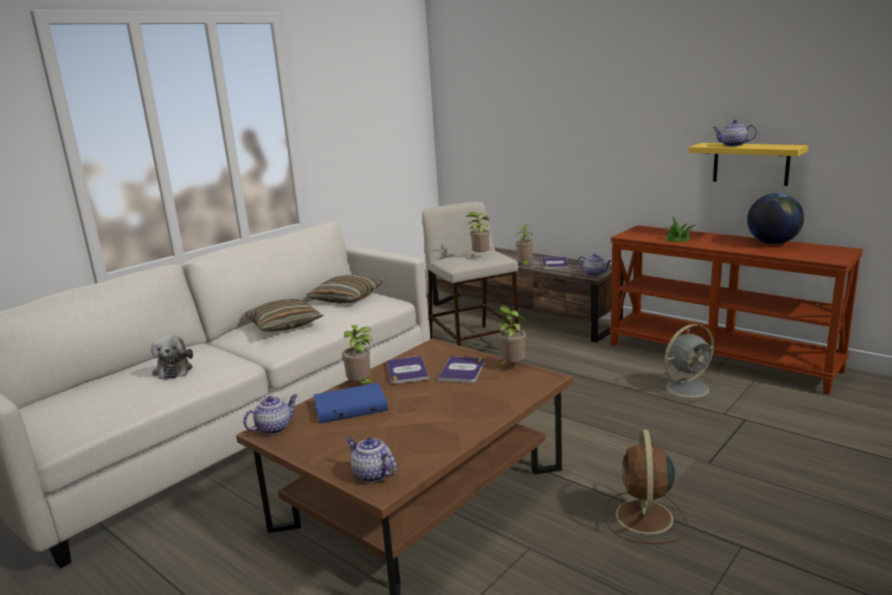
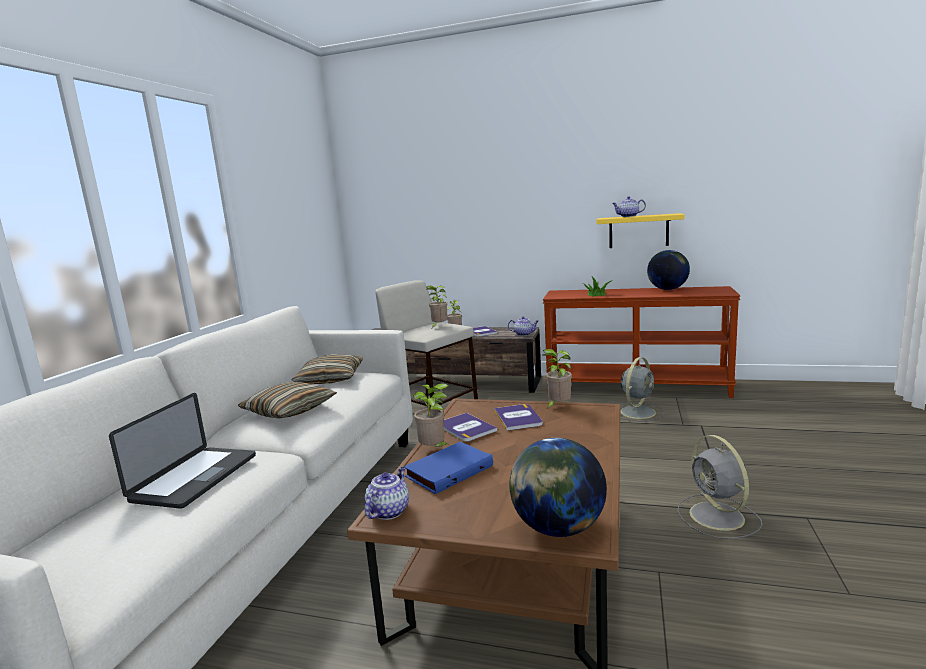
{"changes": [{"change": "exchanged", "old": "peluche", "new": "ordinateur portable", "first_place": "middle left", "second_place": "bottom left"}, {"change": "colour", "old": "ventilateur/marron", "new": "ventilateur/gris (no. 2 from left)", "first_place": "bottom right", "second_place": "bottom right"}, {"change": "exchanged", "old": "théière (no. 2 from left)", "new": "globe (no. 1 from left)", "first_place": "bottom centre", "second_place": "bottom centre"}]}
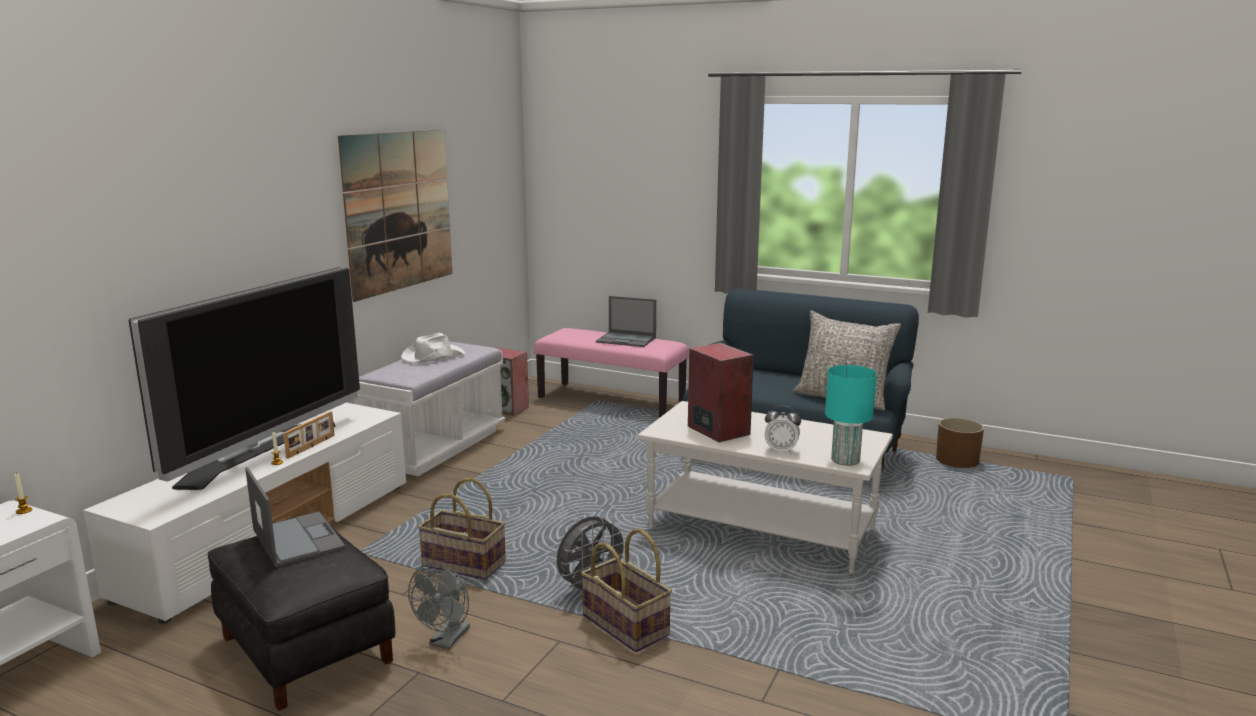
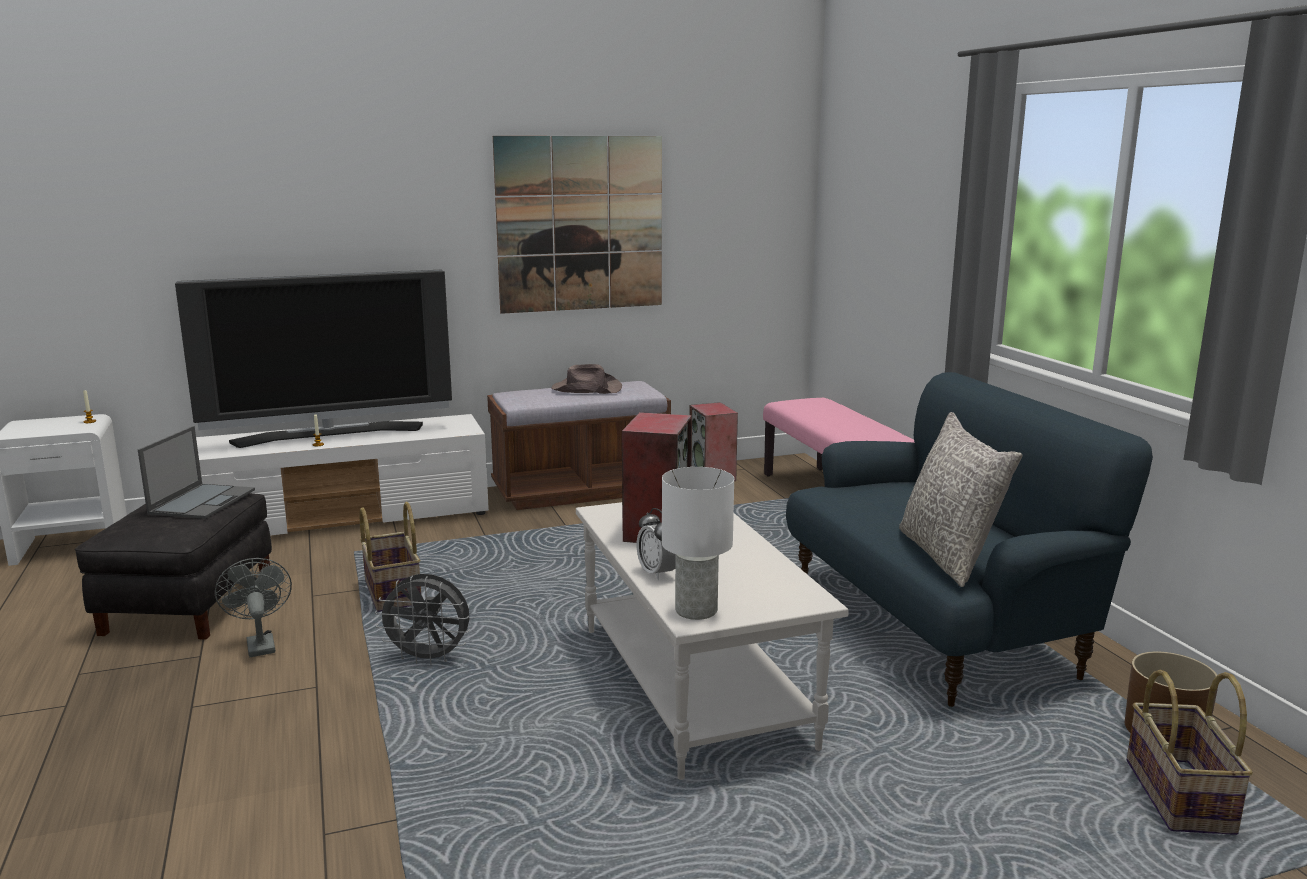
{"changes": [{"change": "missing", "old": "ordinateur portable (no. 2 from left)", "first_place": "centre"}, {"change": "colour", "old": "chapeau/blanc", "new": "chapeau/marron", "first_place": "centre", "second_place": "centre"}, {"change": "colour", "old": "banc/blanc", "new": "banc/marron", "first_place": "centre", "second_place": "centre"}, {"change": "colour", "old": "lampe de table/turquoise", "new": "lampe de table/blanc", "first_place": "middle right", "second_place": "centre"}, {"change": "missing", "old": "cadre photo", "first_place": "middle left"}, {"change": "relocated", "old": "panier (no. 2 from left)", "first_place": "bottom centre", "second_place": "bottom right"}, {"change": "spun", "old": "ventilateur/gris (no. 1 from left)", "first_place": "bottom centre", "second_place": "bottom left", "degrees": 90}]}
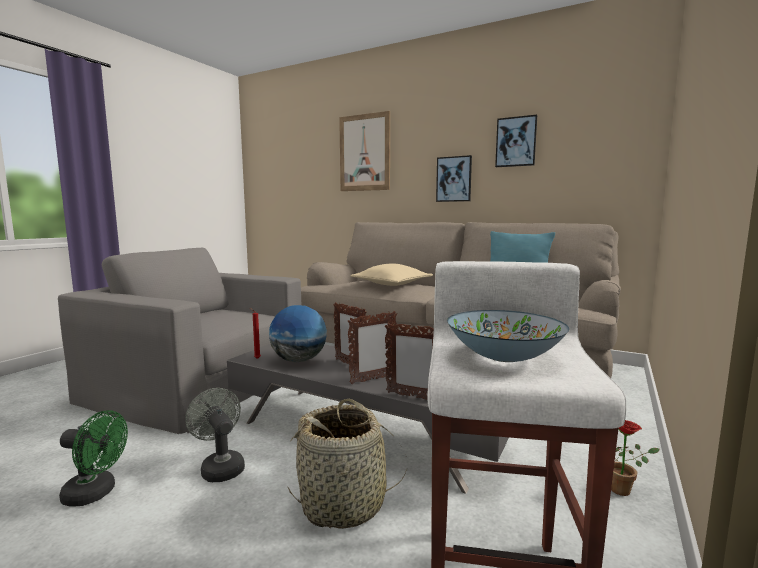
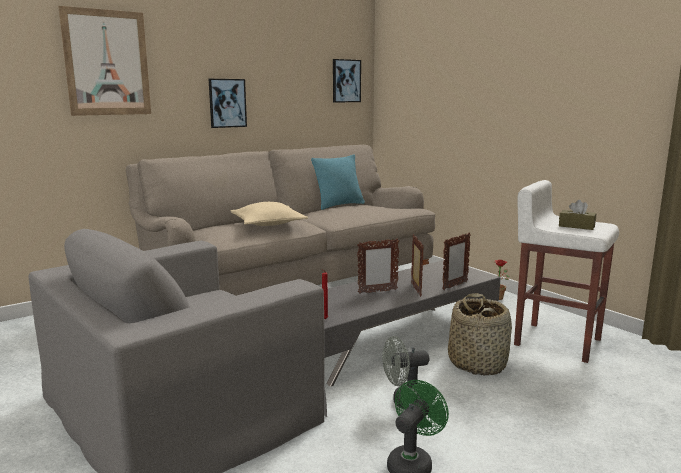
{"changes": [{"change": "relocated", "old": "tableau (no. 3 from left)", "first_place": "top right", "second_place": "top centre"}, {"change": "missing", "old": "globe", "first_place": "centre"}, {"change": "exchanged", "old": "bol", "new": "boîte à mouchoirs/marron", "first_place": "middle right", "second_place": "middle right"}]}
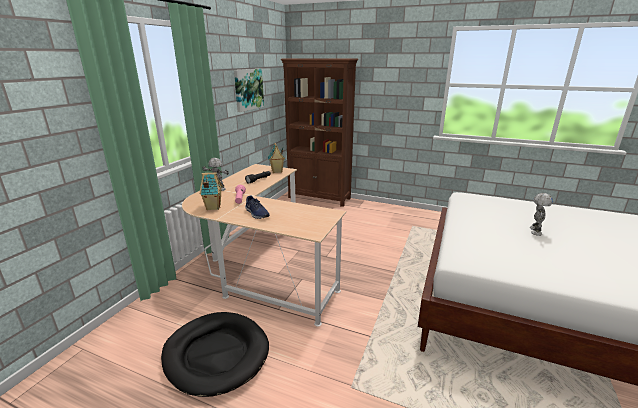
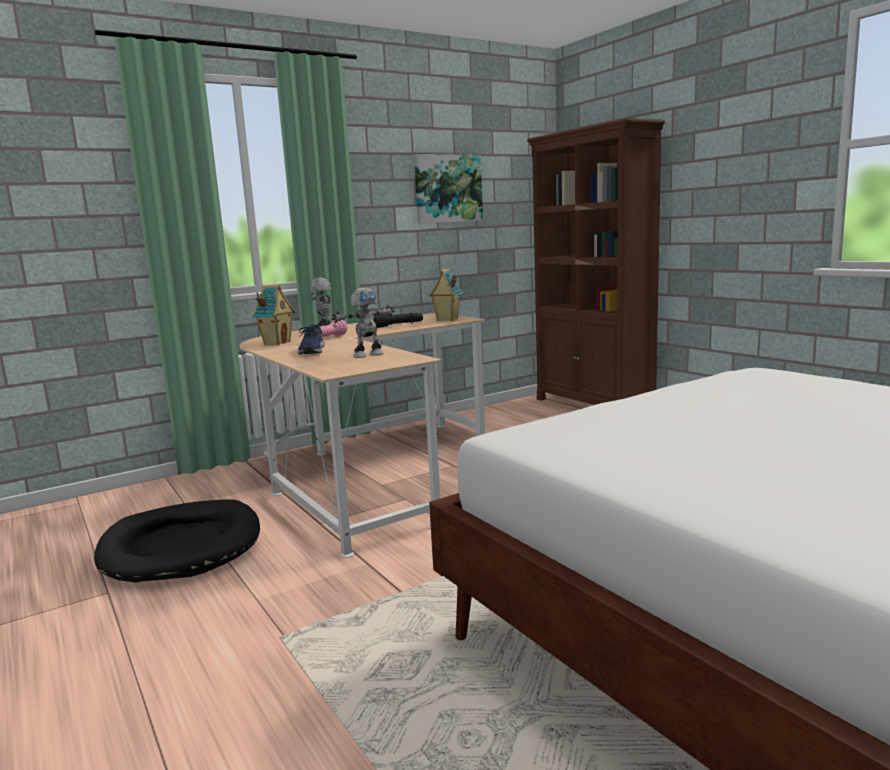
{"changes": [{"change": "relocated", "old": "robot jouet (no. 2 from left)", "first_place": "middle right", "second_place": "centre"}]}
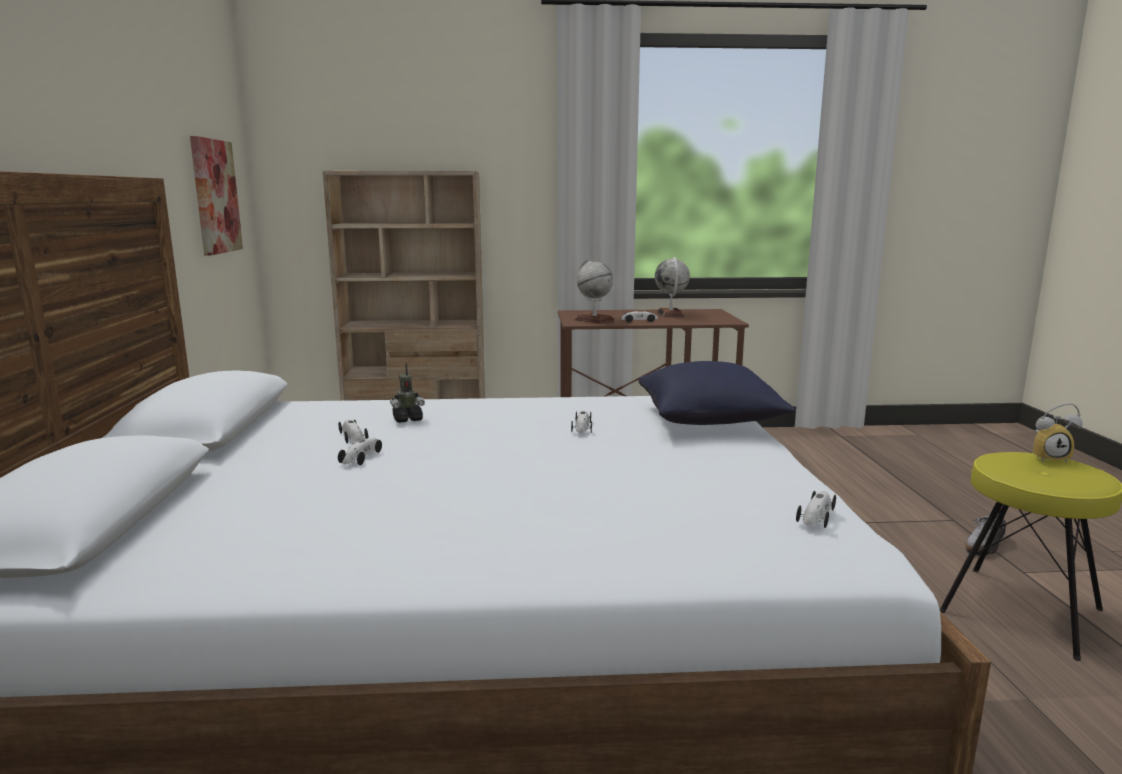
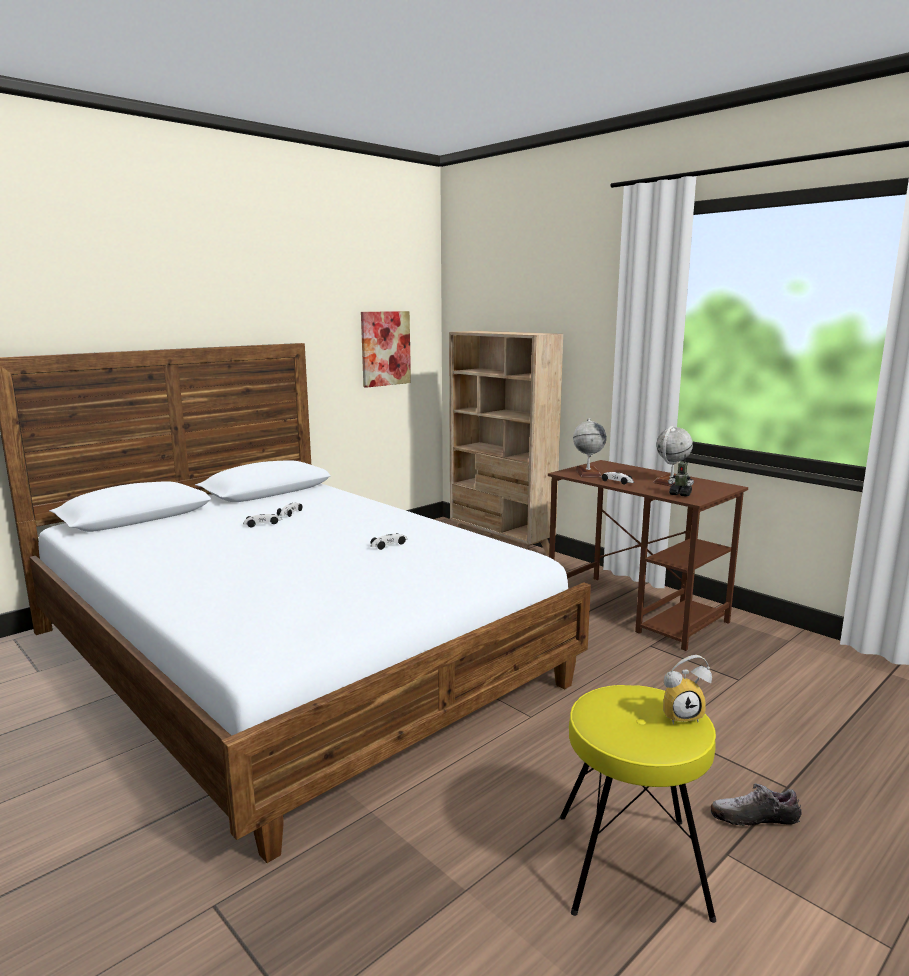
{"changes": [{"change": "missing", "old": "coussin/bleu", "first_place": "centre"}, {"change": "relocated", "old": "robot jouet", "first_place": "centre", "second_place": "middle right"}, {"change": "spun", "old": "réveil", "first_place": "middle right", "second_place": "bottom right", "degrees": -60}, {"change": "missing", "old": "petite voiture (no. 5 from left)", "first_place": "middle right"}]}
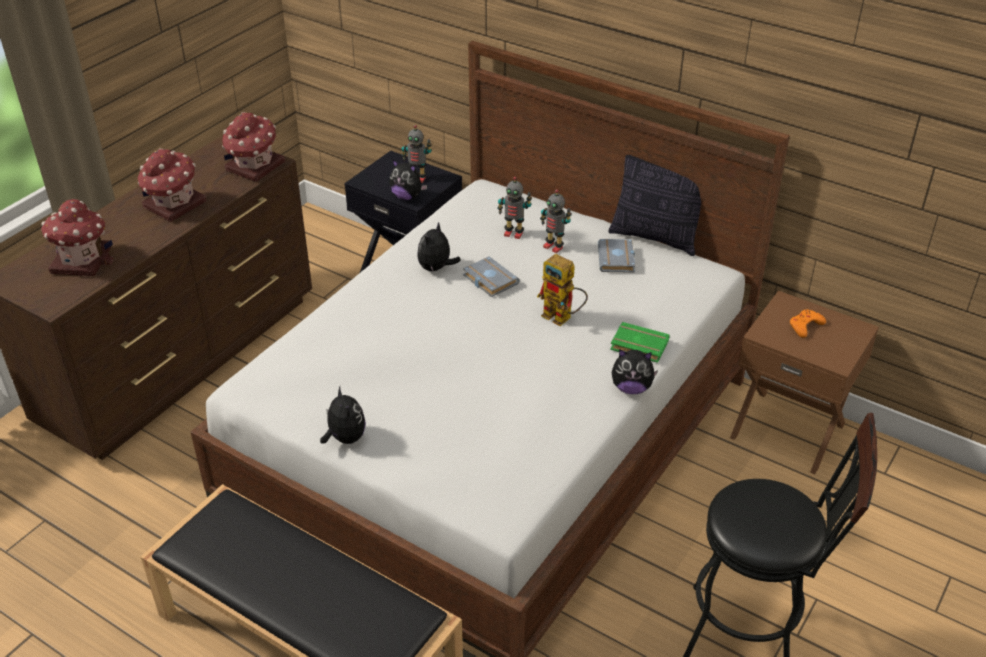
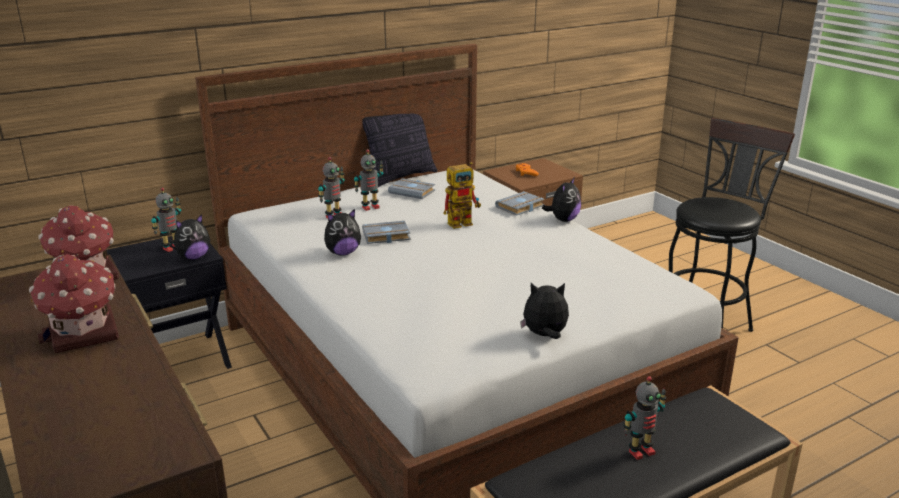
{"changes": [{"change": "missing", "old": "maison miniature (no. 1 from left)", "first_place": "middle left"}, {"change": "spun", "old": "peluche (no. 3 from left in the first image)", "first_place": "centre", "second_place": "centre", "degrees": -75}, {"change": "colour", "old": "livre/vert", "new": "livre/gris (no. 3 from left)", "first_place": "centre", "second_place": "centre"}, {"change": "appeared", "new": "robot jouet (no. 5 from left)", "second_place": "bottom right"}]}
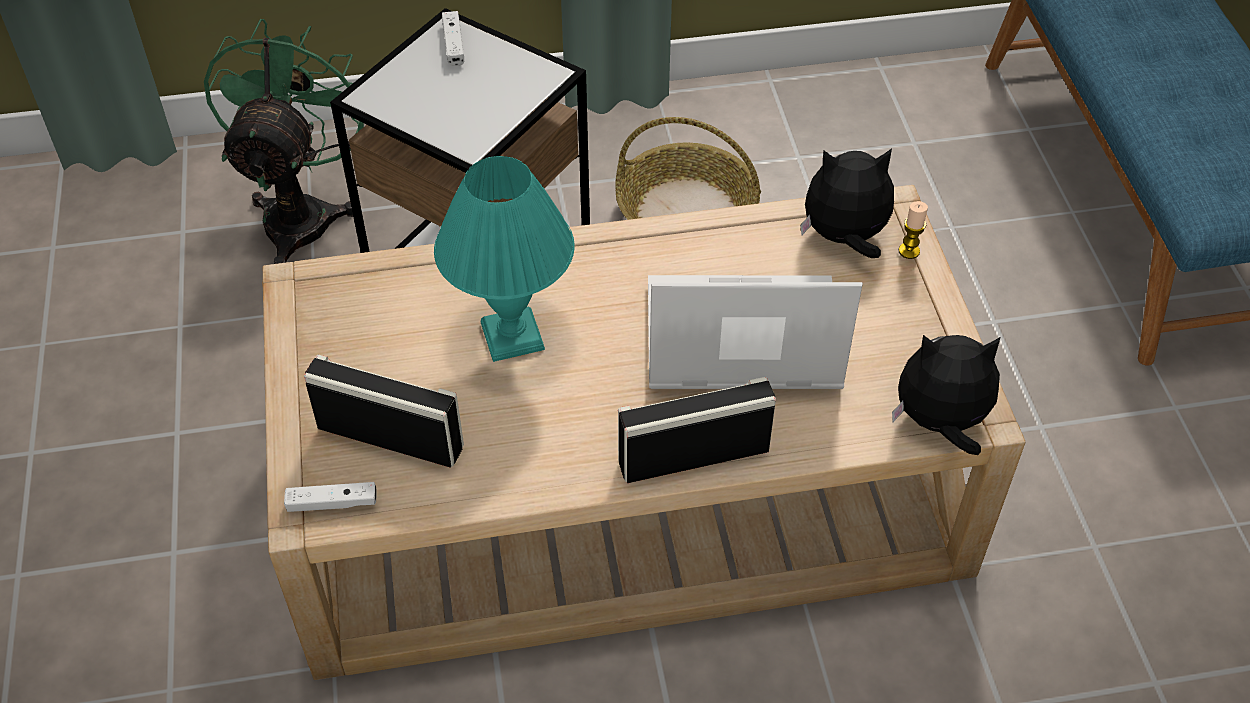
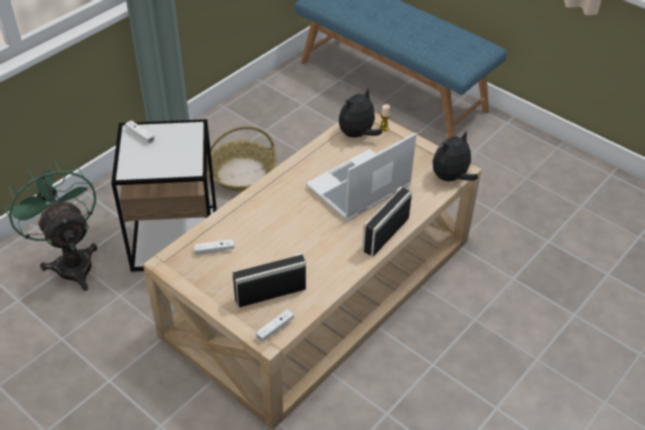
{"changes": [{"change": "missing", "old": "lampe de table/turquoise", "first_place": "centre"}, {"change": "appeared", "new": "manette/blanc (no. 2 from left)", "second_place": "middle left"}]}
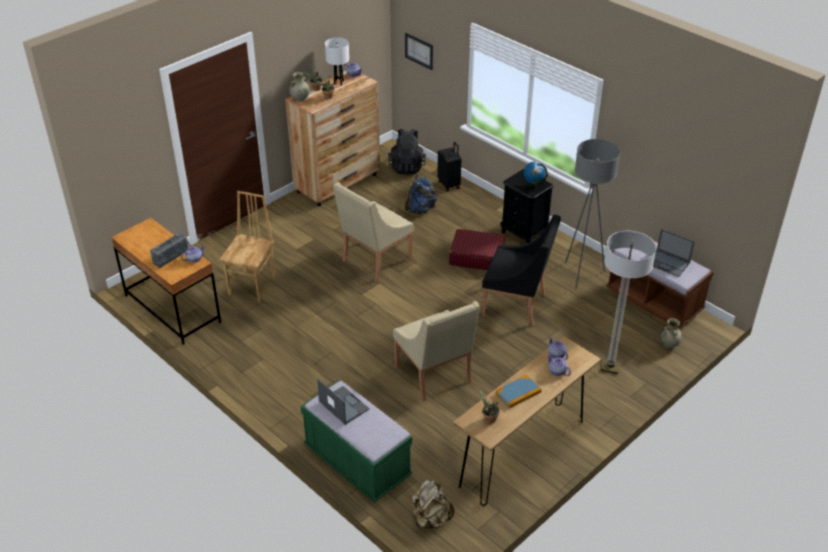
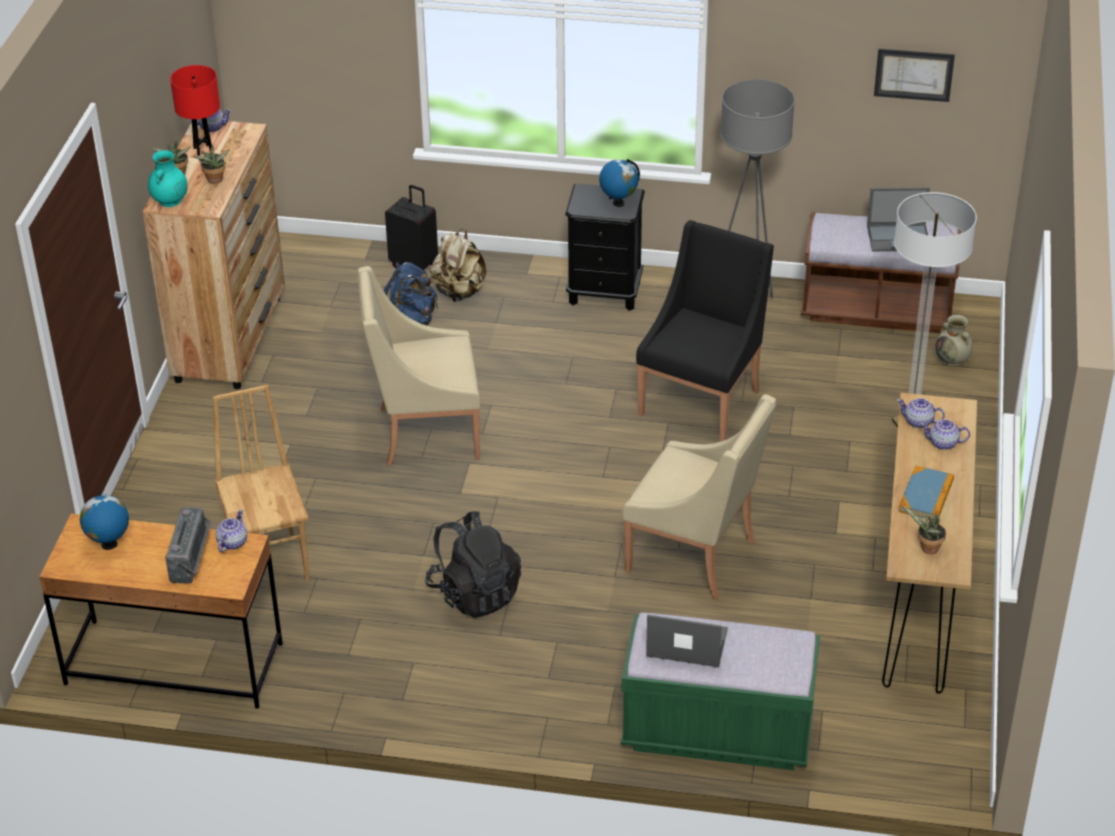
{"changes": [{"change": "relocated", "old": "tableau", "first_place": "top centre", "second_place": "top right"}, {"change": "colour", "old": "lampe de table/blanc", "new": "lampe de table/rouge", "first_place": "top centre", "second_place": "top left"}, {"change": "colour", "old": "vase/beige (no. 1 from left)", "new": "vase/turquoise", "first_place": "top centre", "second_place": "top left"}, {"change": "relocated", "old": "sac à dos/noir", "first_place": "top centre", "second_place": "bottom centre"}, {"change": "spun", "old": "fauteuil/beige (no. 1 from left)", "first_place": "centre", "second_place": "centre", "degrees": 75}, {"change": "spun", "old": "fauteuil/noir", "first_place": "centre", "second_place": "centre", "degrees": -45}, {"change": "missing", "old": "valise/rouge", "first_place": "centre"}, {"change": "relocated", "old": "sac à dos/beige", "first_place": "bottom centre", "second_place": "top centre"}, {"change": "appeared", "new": "globe (no. 1 from left)", "second_place": "middle left"}]}
